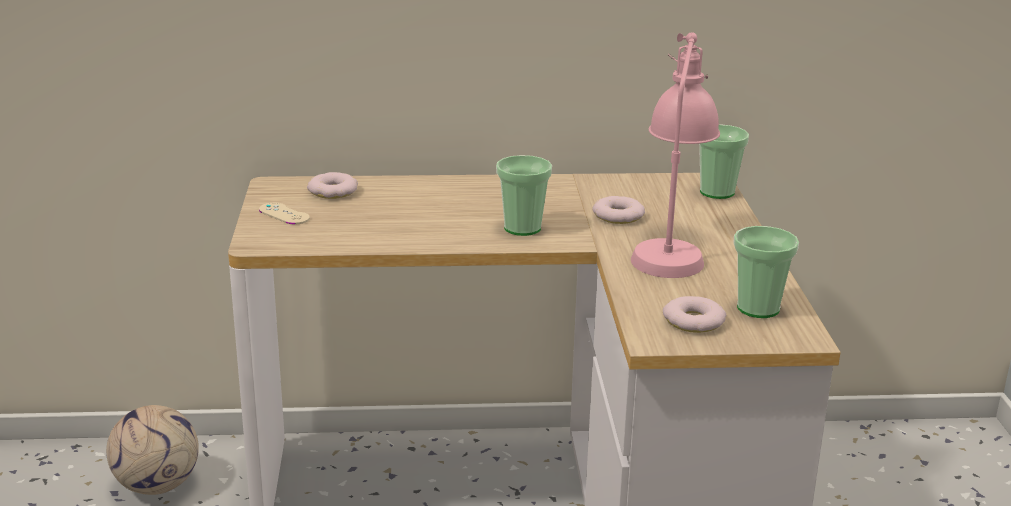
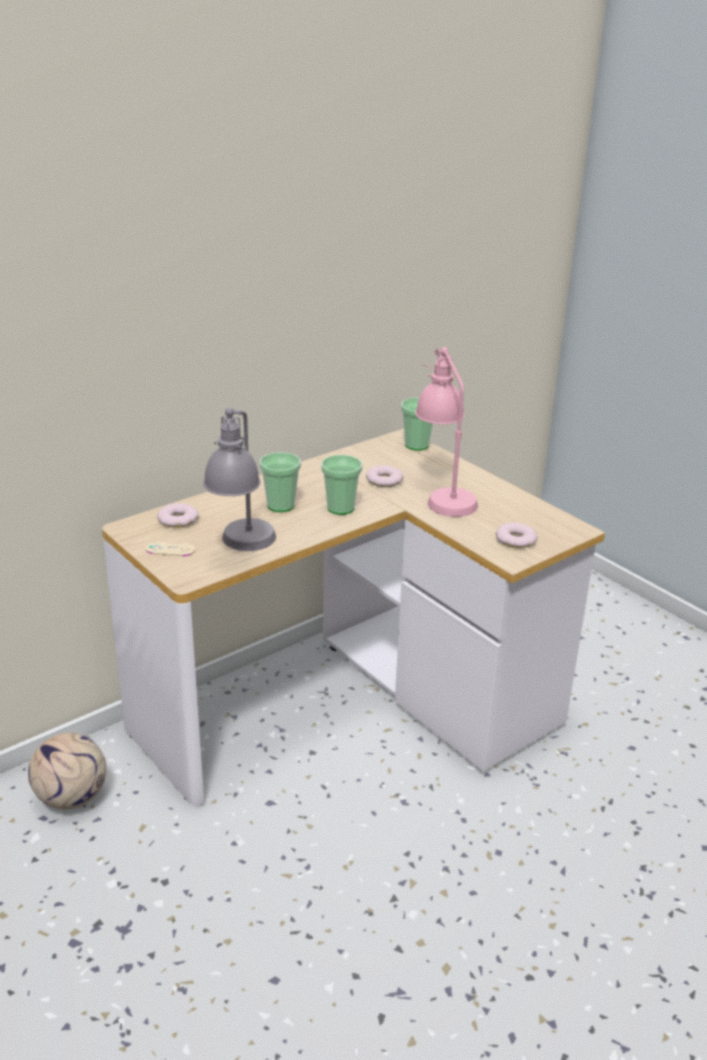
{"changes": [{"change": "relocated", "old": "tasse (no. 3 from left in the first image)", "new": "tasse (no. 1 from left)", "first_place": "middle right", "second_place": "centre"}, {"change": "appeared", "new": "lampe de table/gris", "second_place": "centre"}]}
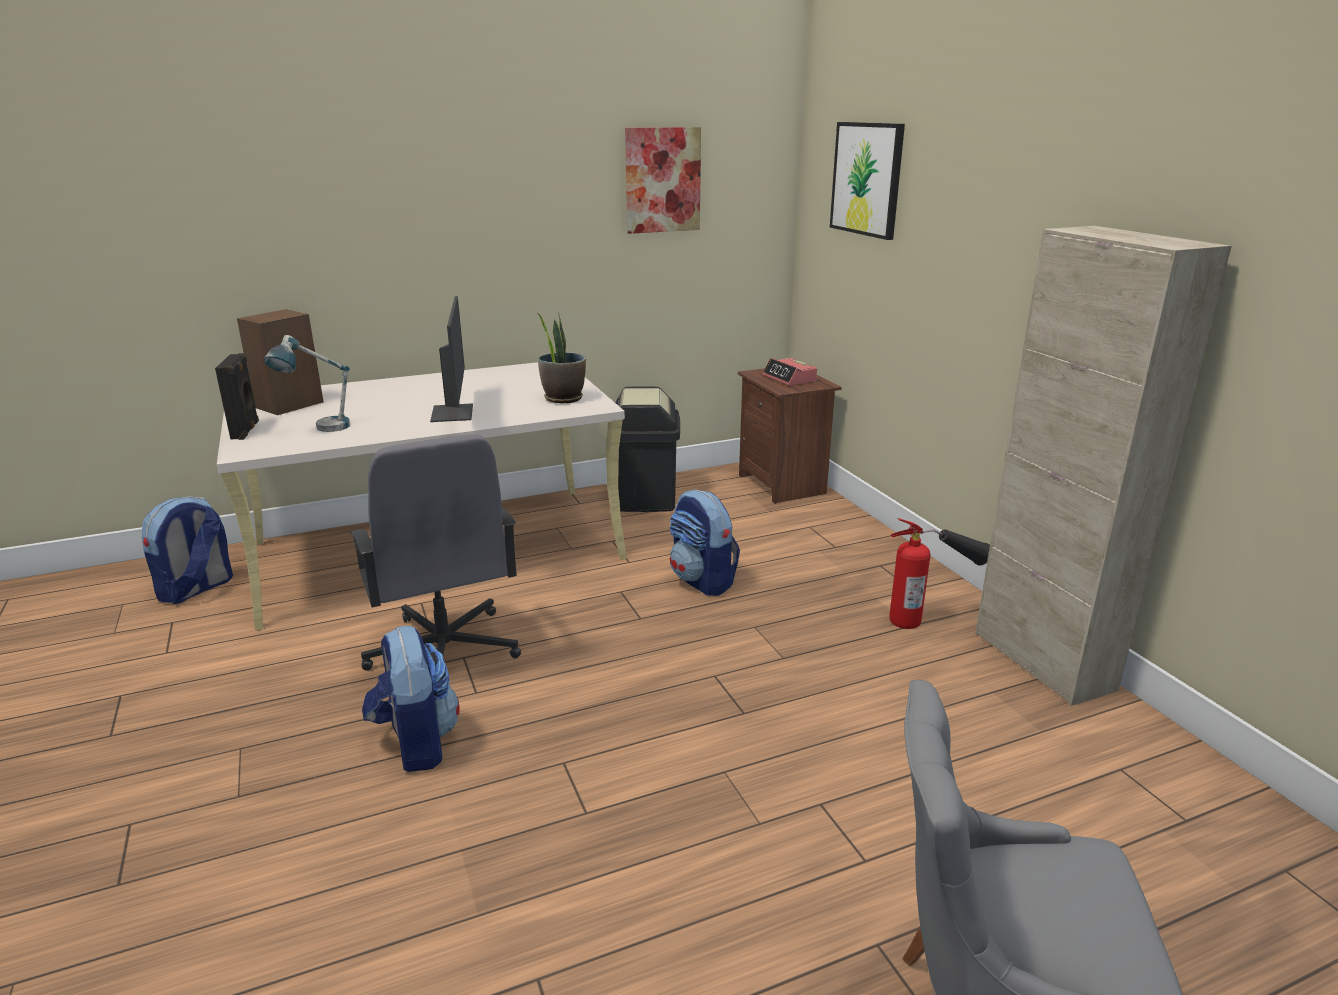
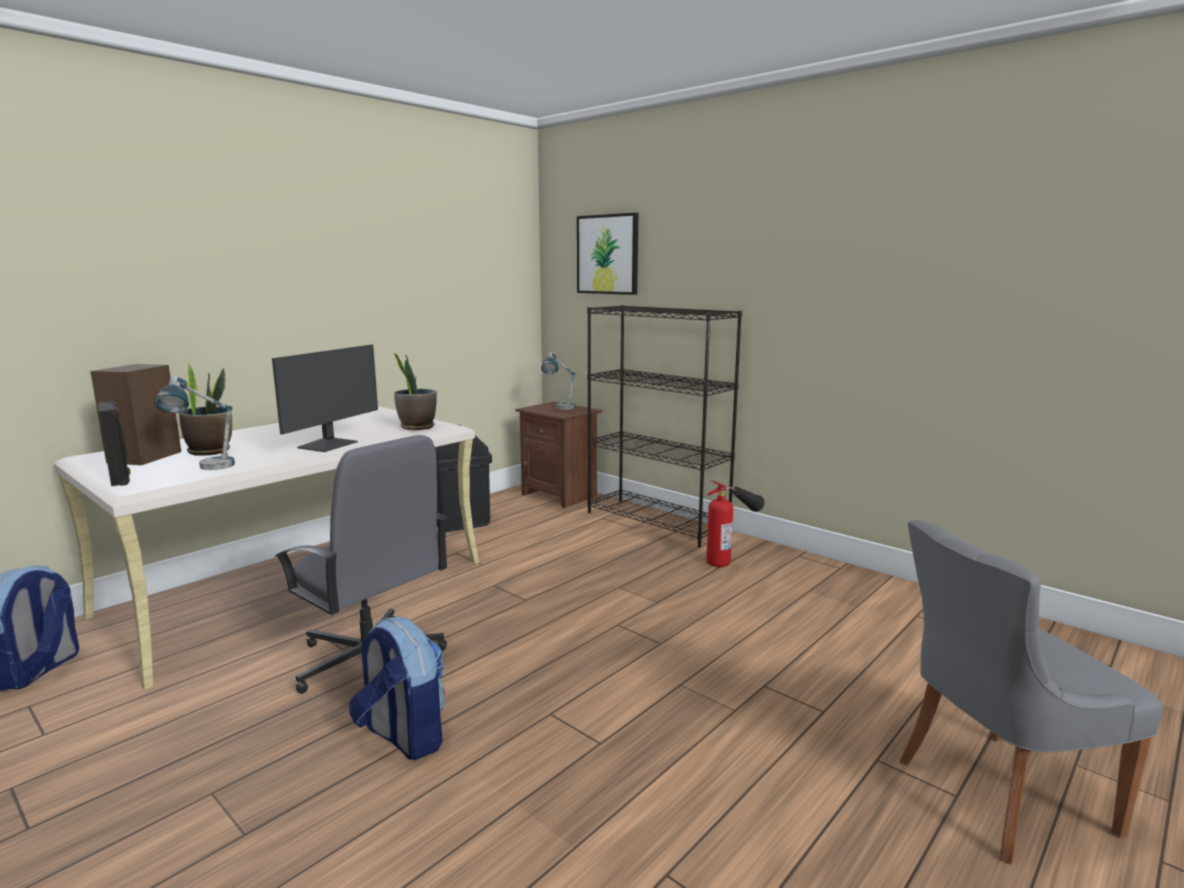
{"changes": [{"change": "missing", "old": "tableau (no. 1 from left)", "first_place": "top centre"}, {"change": "missing", "old": "meuble de rangement/beige", "first_place": "middle right"}, {"change": "spun", "old": "écran d'ordinateur", "first_place": "centre", "second_place": "middle left", "degrees": 60}, {"change": "exchanged", "old": "réveil", "new": "lampe de table (no. 2 from left)", "first_place": "centre", "second_place": "centre"}, {"change": "missing", "old": "sac à dos (no. 3 from left)", "first_place": "centre"}, {"change": "appeared", "new": "bibliothèque/noir", "second_place": "centre"}, {"change": "appeared", "new": "plante en pot (no. 1 from left)", "second_place": "middle left"}]}
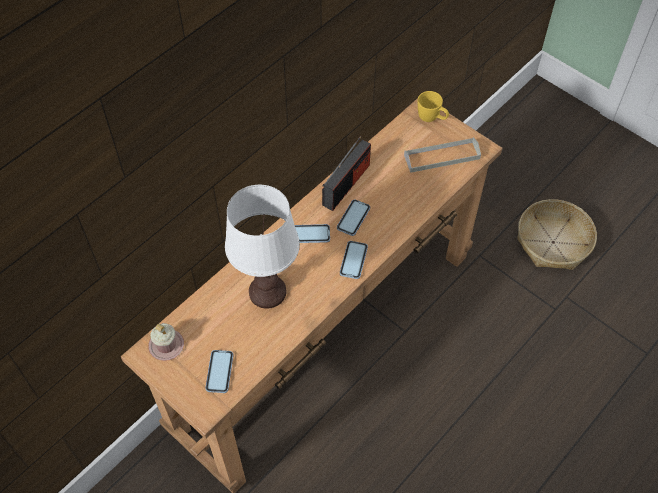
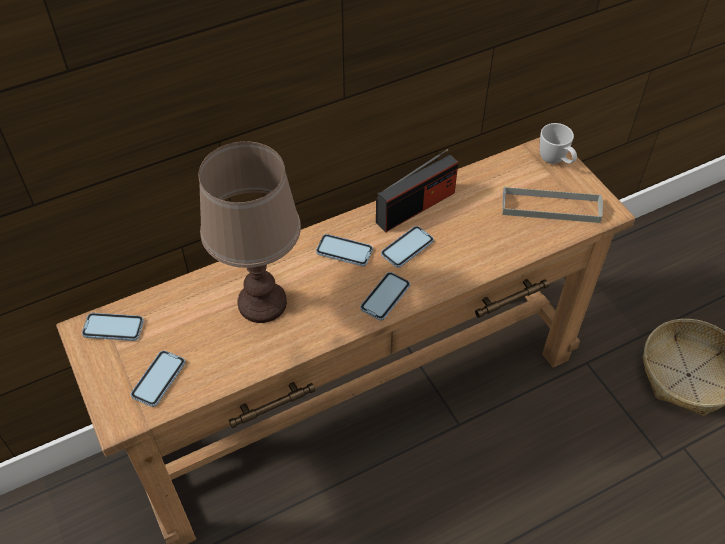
{"changes": [{"change": "colour", "old": "mug/jaune", "new": "mug/blanc", "first_place": "top centre", "second_place": "top right"}, {"change": "colour", "old": "lampe de table/blanc", "new": "lampe de table/marron", "first_place": "centre", "second_place": "centre"}, {"change": "exchanged", "old": "mug/rose", "new": "téléphone (no. 1 from left)", "first_place": "bottom left", "second_place": "middle left"}]}
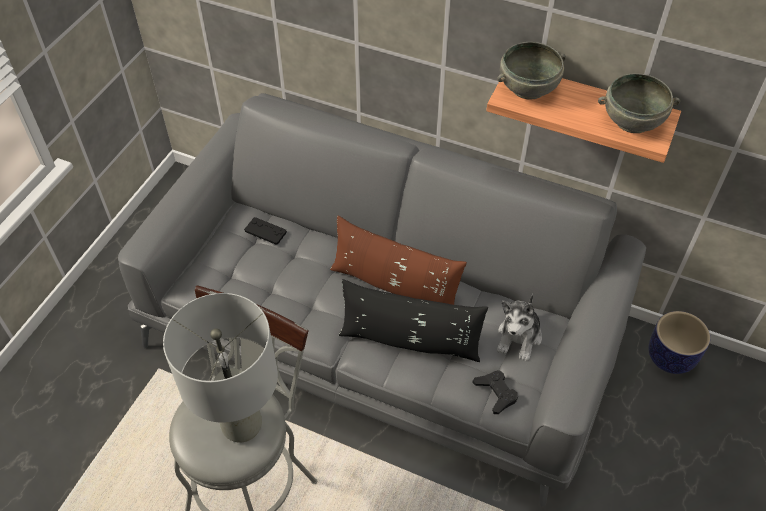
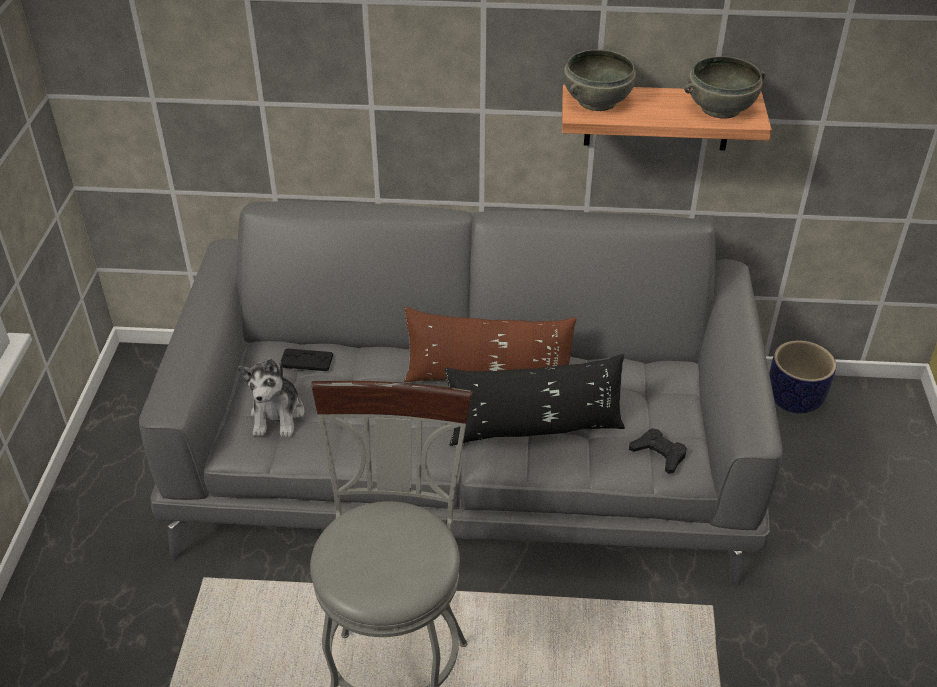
{"changes": [{"change": "missing", "old": "lampe de table/gris", "first_place": "bottom left"}, {"change": "relocated", "old": "peluche", "first_place": "middle right", "second_place": "middle left"}]}
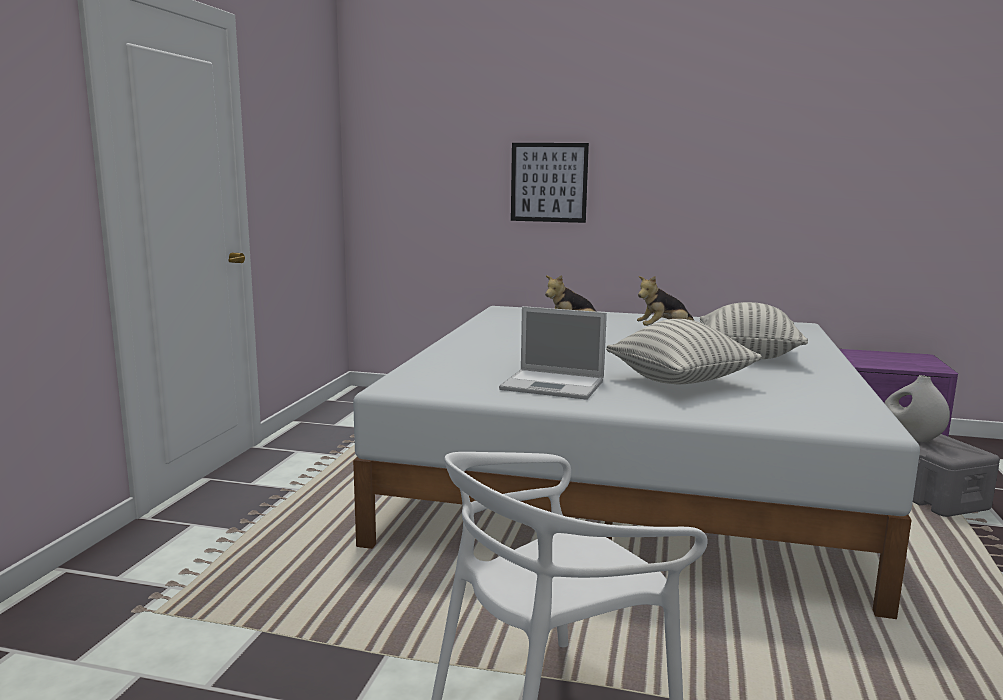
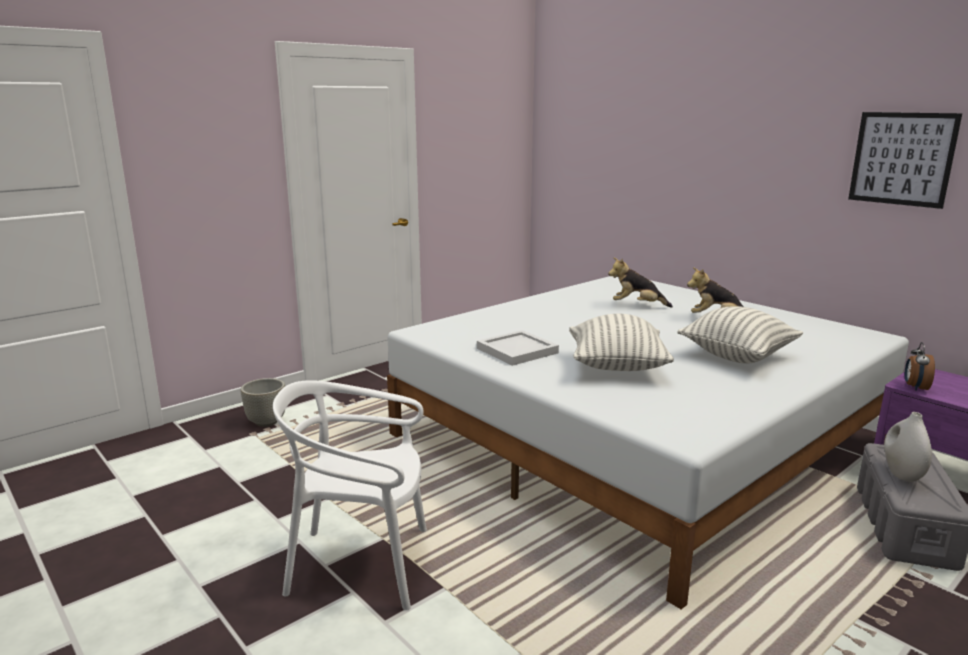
{"changes": [{"change": "relocated", "old": "tableau", "first_place": "top centre", "second_place": "top right"}, {"change": "exchanged", "old": "ordinateur portable", "new": "plateau/blanc", "first_place": "centre", "second_place": "centre"}, {"change": "appeared", "new": "réveil", "second_place": "middle right"}, {"change": "appeared", "new": "cache-pot/gris", "second_place": "middle left"}]}
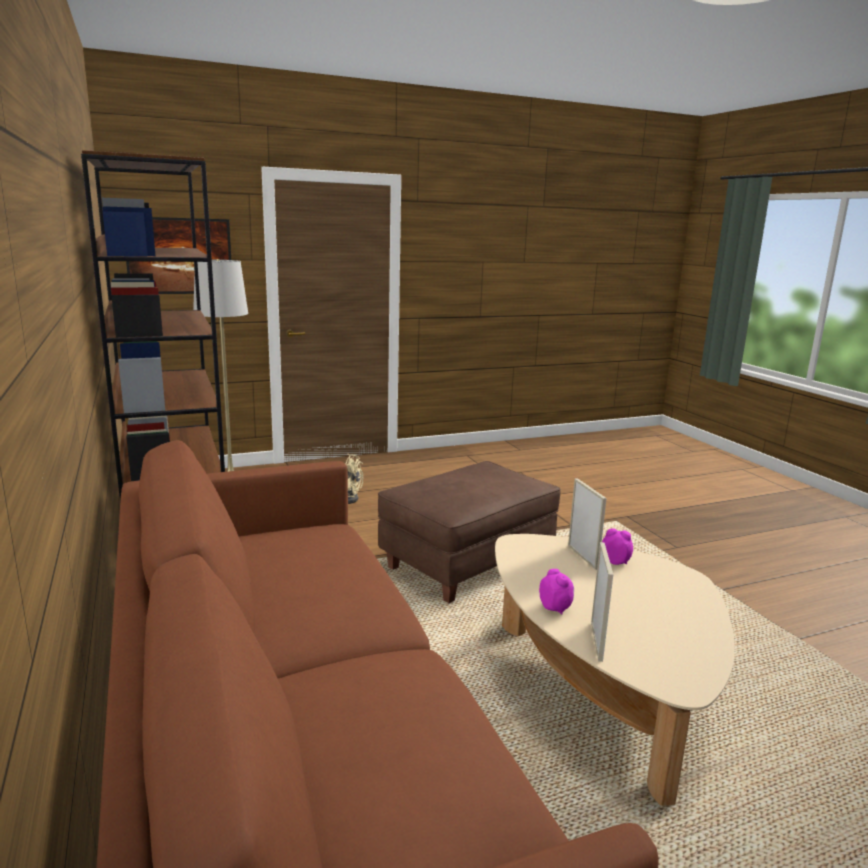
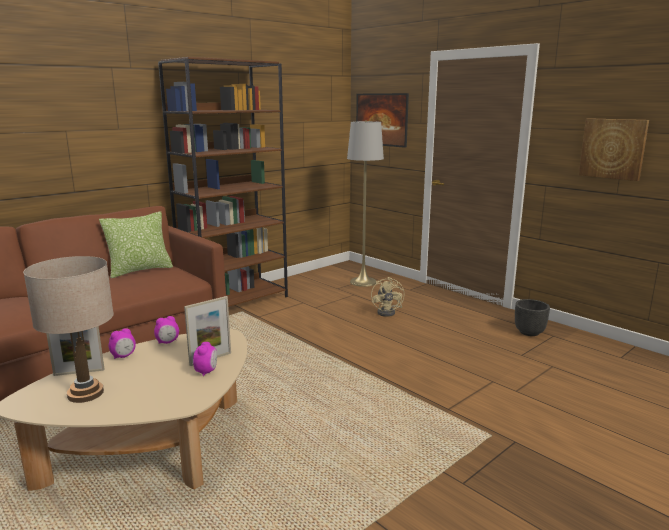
{"changes": [{"change": "missing", "old": "pouf/marron", "first_place": "centre"}, {"change": "appeared", "new": "tableau (no. 2 from left)", "second_place": "top right"}, {"change": "appeared", "new": "coussin", "second_place": "middle left"}, {"change": "appeared", "new": "lampe de table/beige", "second_place": "middle left"}, {"change": "appeared", "new": "cache-pot/noir", "second_place": "middle right"}, {"change": "appeared", "new": "réveil (no. 2 from left)", "second_place": "middle left"}]}
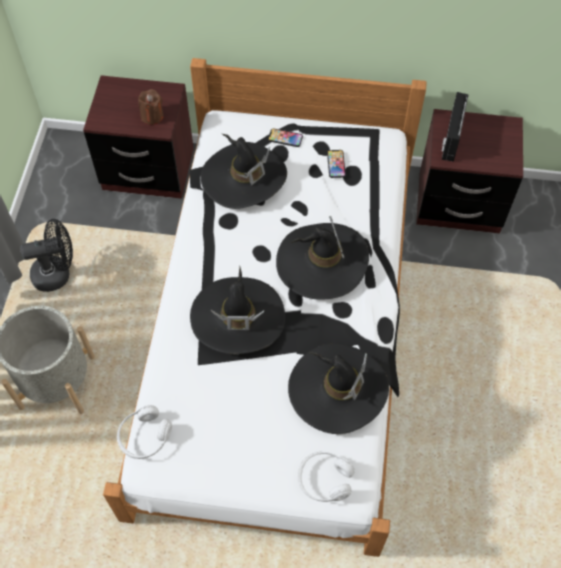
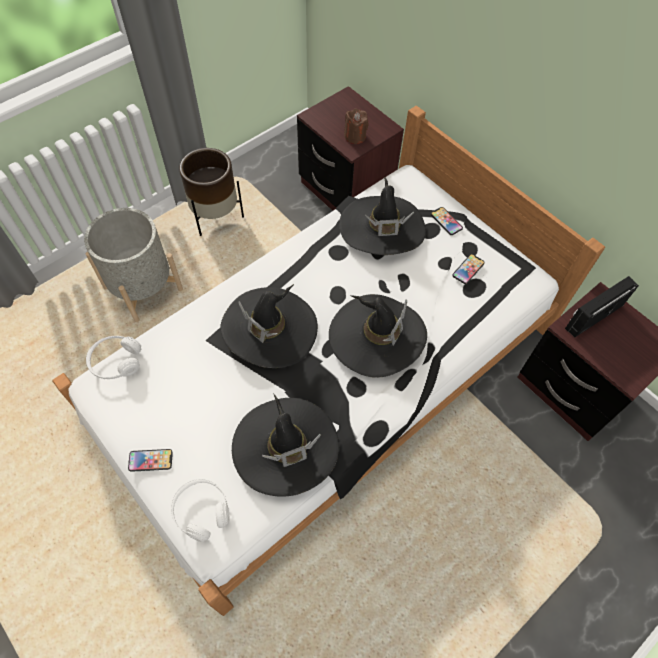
{"changes": [{"change": "exchanged", "old": "ventilateur/noir", "new": "cache-pot/marron", "first_place": "middle left", "second_place": "top left"}, {"change": "appeared", "new": "téléphone (no. 1 from left)", "second_place": "bottom left"}]}
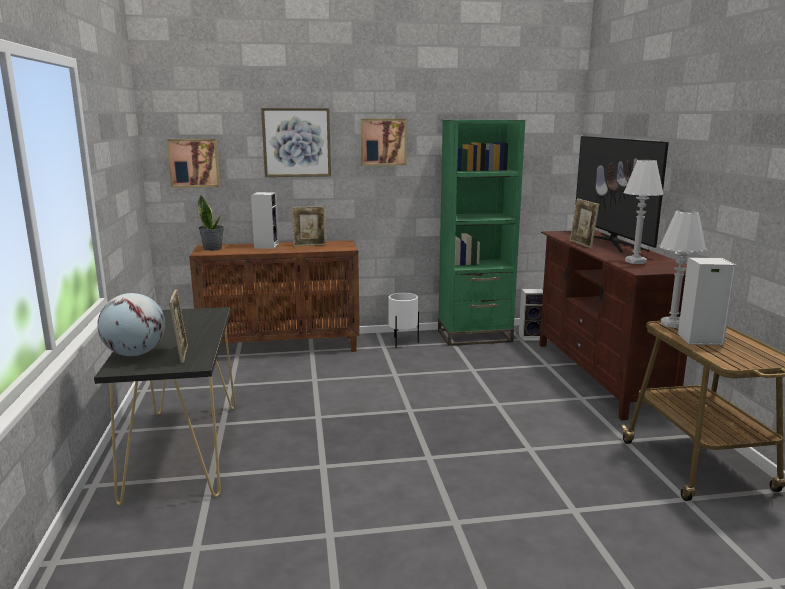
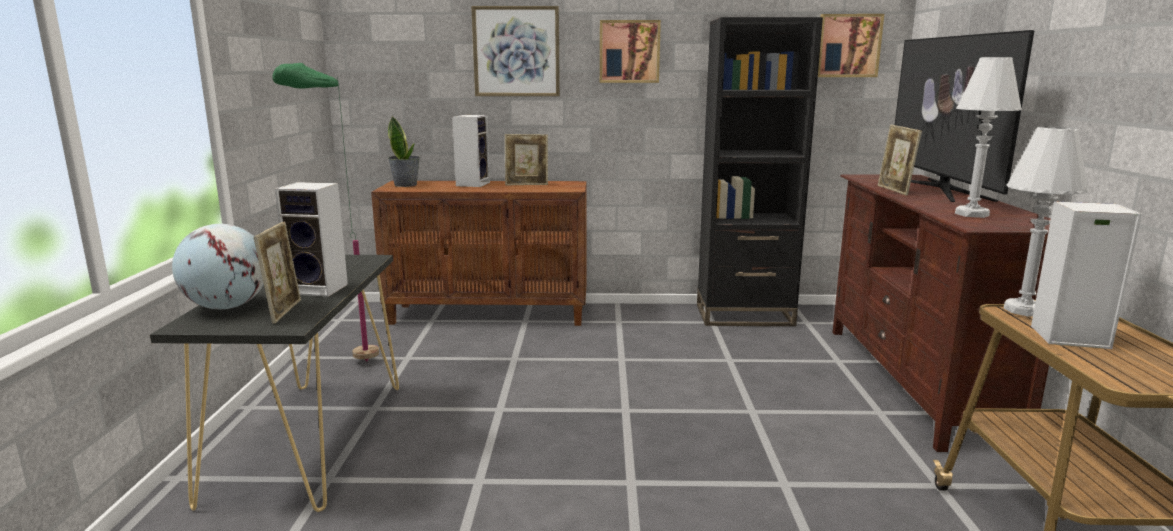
{"changes": [{"change": "colour", "old": "bibliothèque/vert", "new": "bibliothèque/noir", "first_place": "centre", "second_place": "top centre"}, {"change": "relocated", "old": "tableau (no. 1 from left in the first image)", "new": "tableau (no. 3 from left)", "first_place": "top left", "second_place": "top right"}, {"change": "relocated", "old": "enceinte (no. 2 from left in the first image)", "new": "enceinte (no. 1 from left)", "first_place": "middle right", "second_place": "middle left"}, {"change": "missing", "old": "cache-pot/blanc", "first_place": "centre"}, {"change": "appeared", "new": "lampadaire/vert", "second_place": "middle left"}]}
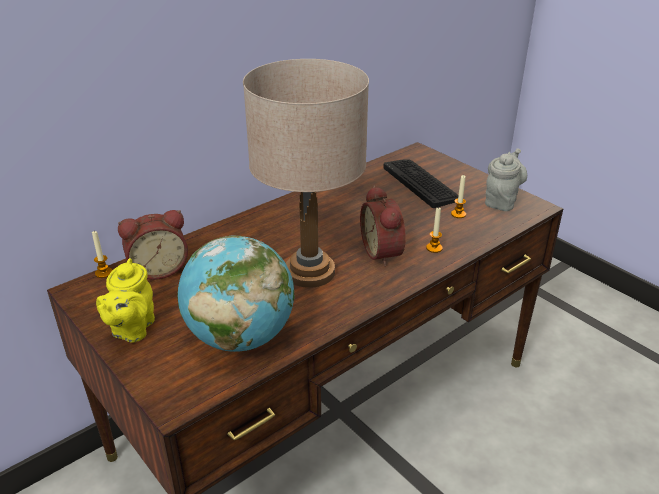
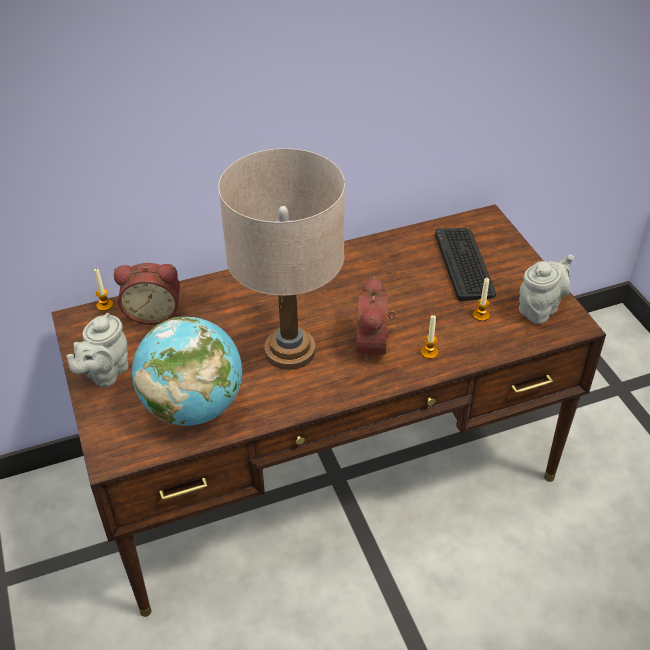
{"changes": [{"change": "colour", "old": "théière/jaune", "new": "théière/gris (no. 1 from left)", "first_place": "middle left", "second_place": "middle left"}]}
